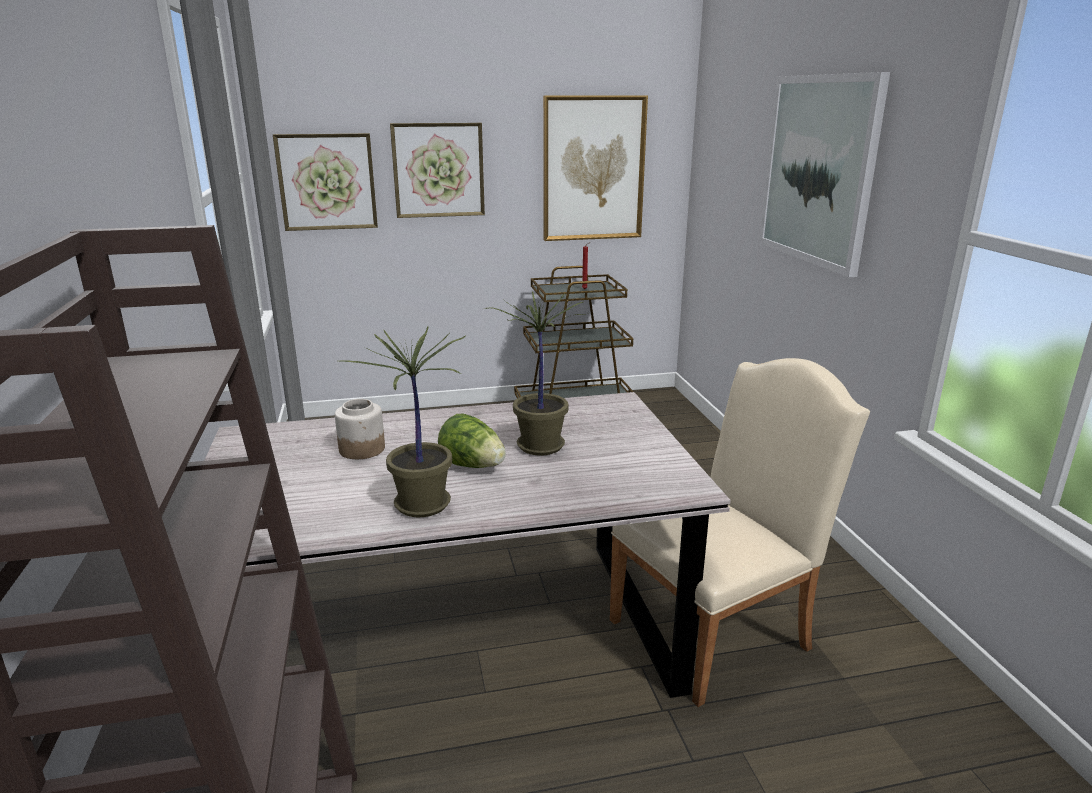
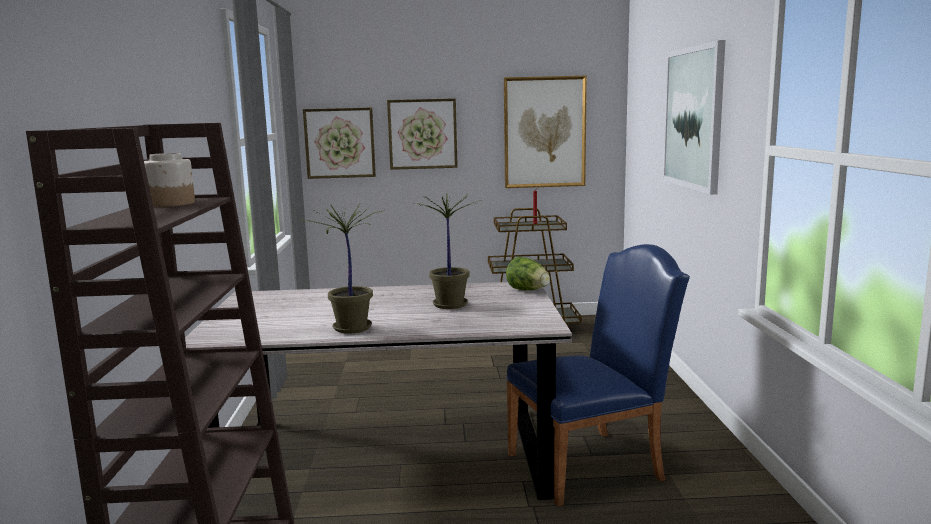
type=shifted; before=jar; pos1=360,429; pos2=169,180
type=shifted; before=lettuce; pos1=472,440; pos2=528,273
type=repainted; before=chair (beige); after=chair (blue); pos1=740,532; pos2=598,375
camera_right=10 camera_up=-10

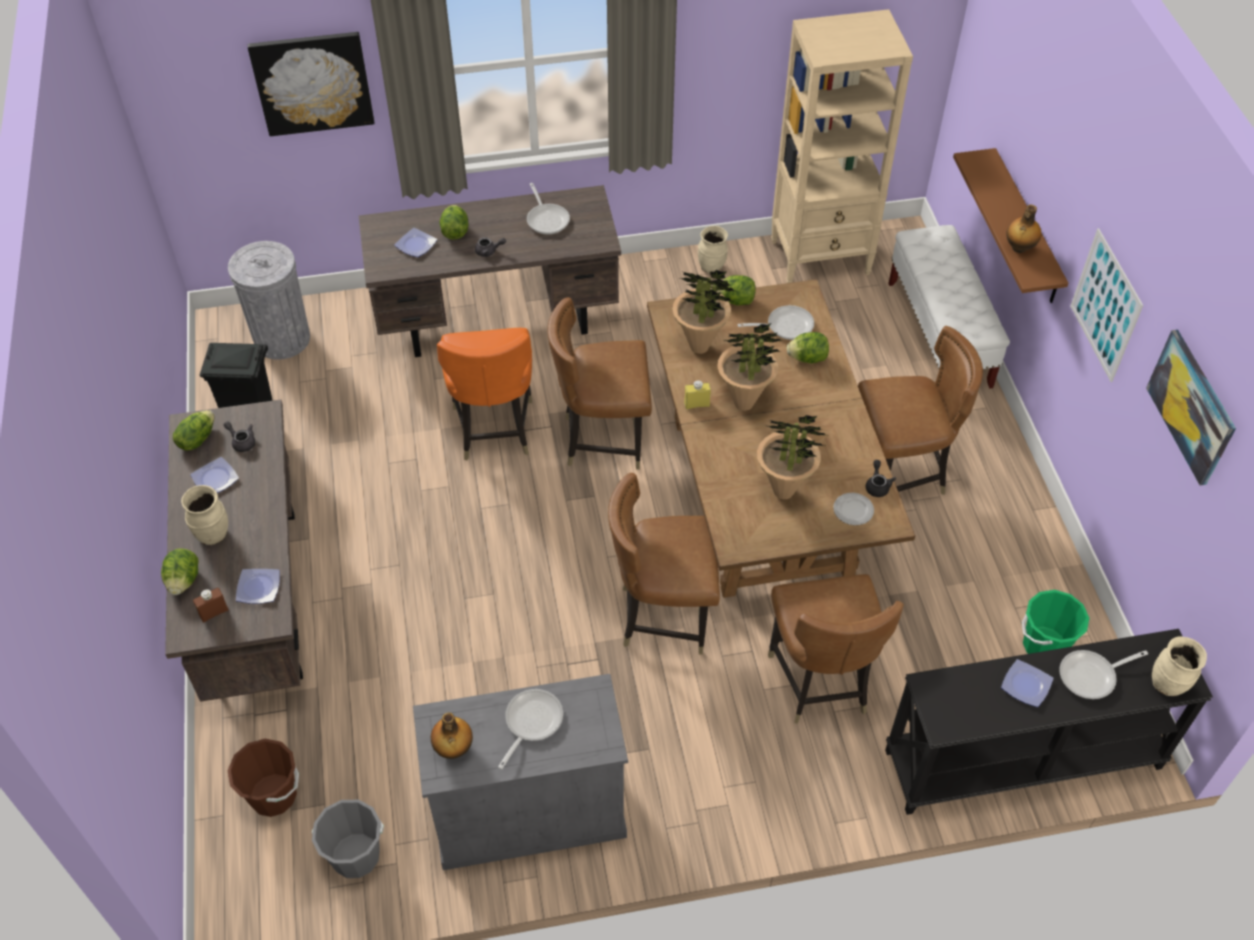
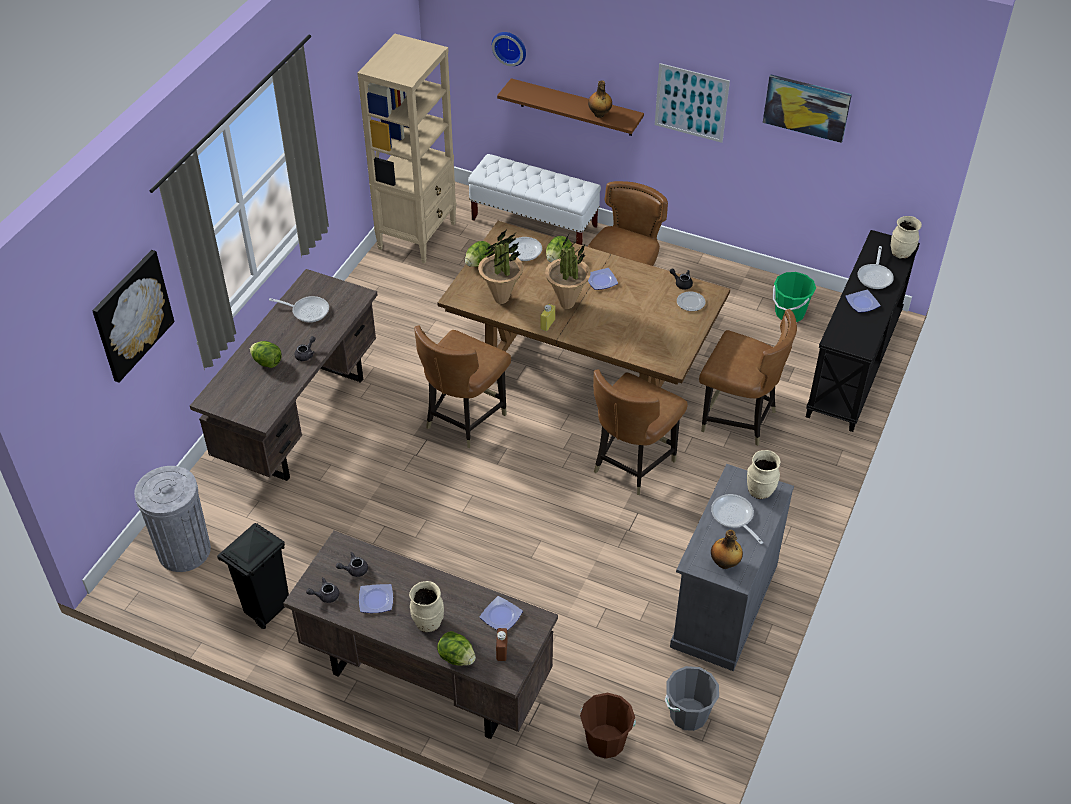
type=swapped; before=lettuce; after=teapot (grey); pos1=194,430; pos2=322,590
type=shifted; before=plate; pos1=415,242; pos2=603,279
type=gone; before=chair (orange); pos1=484,394
type=shifted; before=vase (beige); pos1=713,249; pos2=763,474
type=gone; before=potted plant; pos1=791,457
type=new; after=wall clock; pos2=509,49
camera_right=-55 camera_up=-5

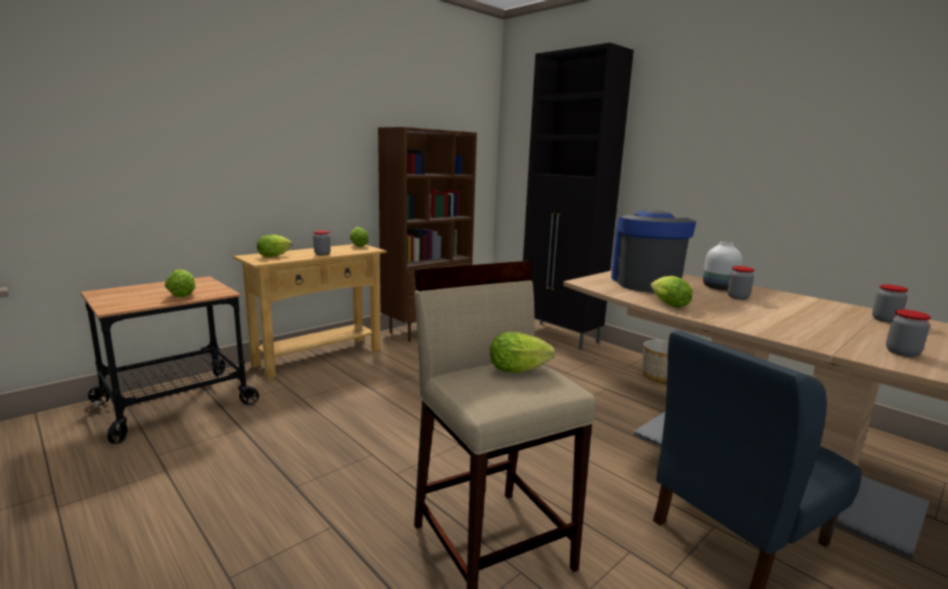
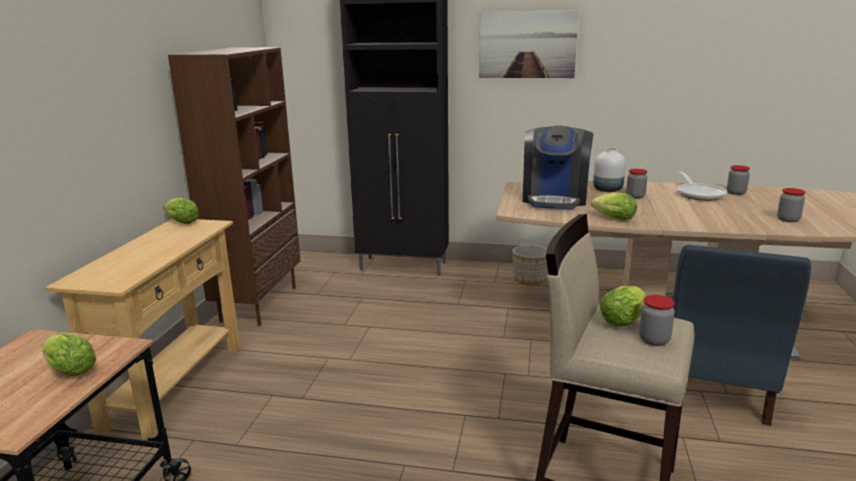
type=gone; before=lettuce; pos1=274,246
type=shifted; before=jar; pos1=322,243; pos2=657,320
type=rotated; before=coffee machine; pos1=653,251; pos2=558,167; turn=-135
type=new; after=picture; pos2=529,44
type=new; after=frying pan; pos2=702,186
camera_right=-35 camera_up=5

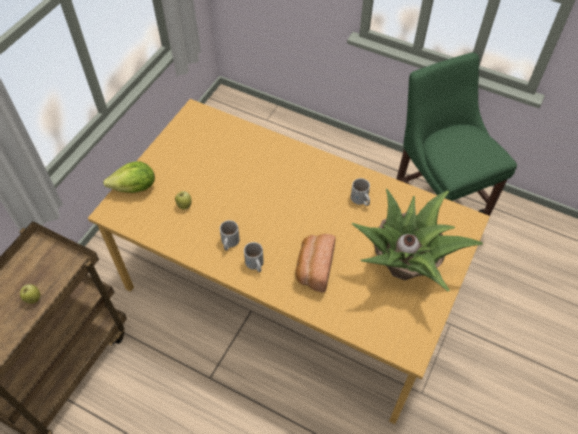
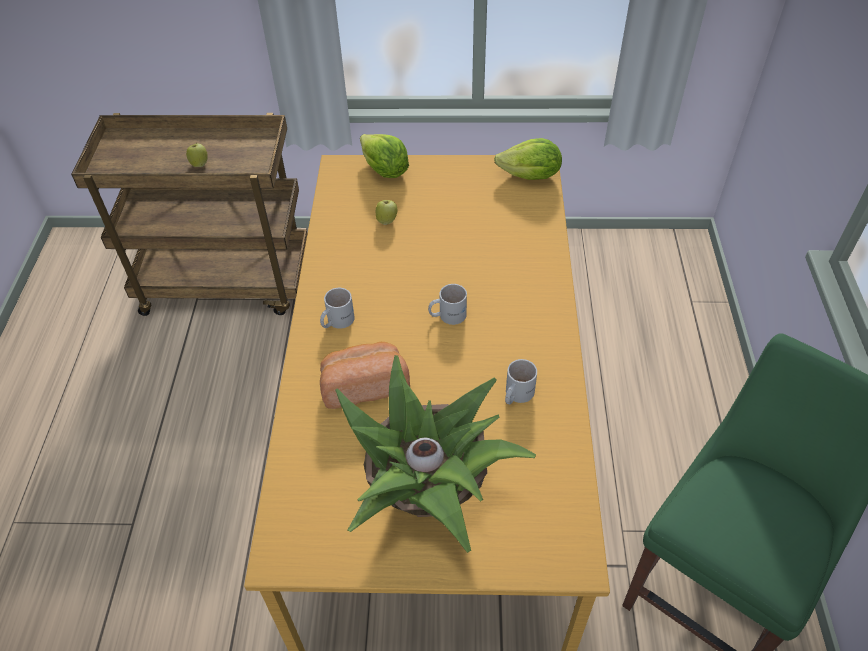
type=shifted; before=mug (white); pos1=230,235; pos2=447,304
type=new; after=lettuce; pos2=528,159
camera_right=65 camera_up=-5

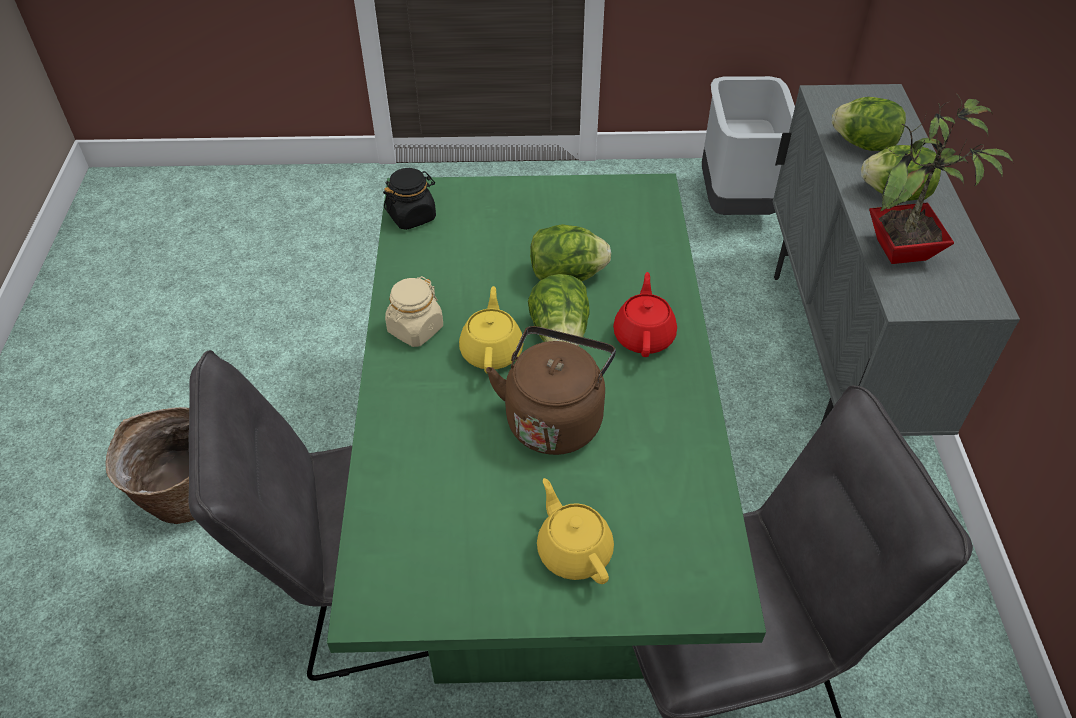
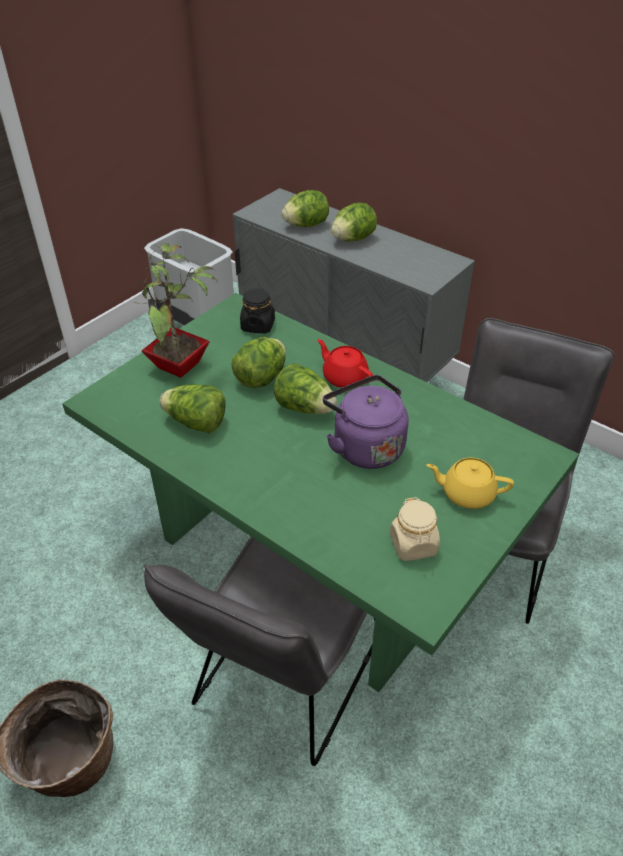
type=shifted; before=jar (black); pos1=409,199; pos2=257,310
type=shifted; before=jar (beige); pos1=414,311; pos2=415,529
type=gone; before=teapot (yellow); pos1=491,329
type=repainted; before=kettle (brown); after=kettle (purple); pos1=551,390; pos2=366,422
type=shifted; before=potted plant; pos1=941,178; pos2=175,310
type=new; after=lettuce; pos2=192,408
camera_right=-50 camera_up=-5

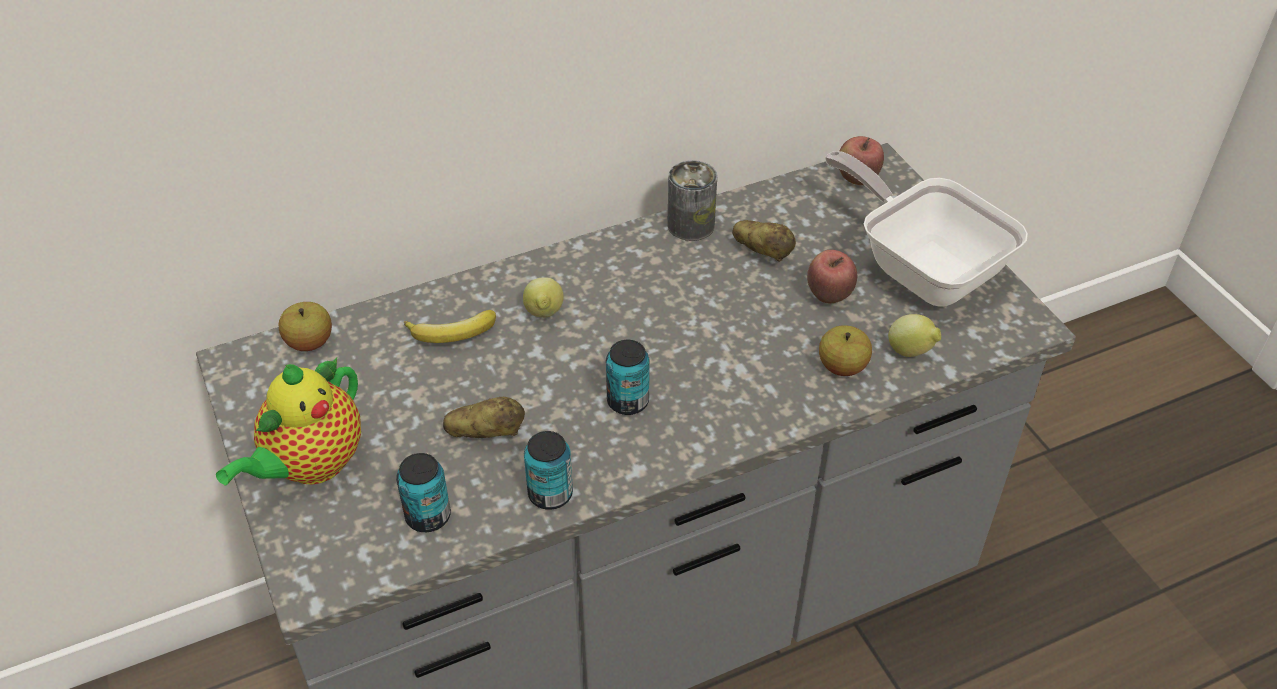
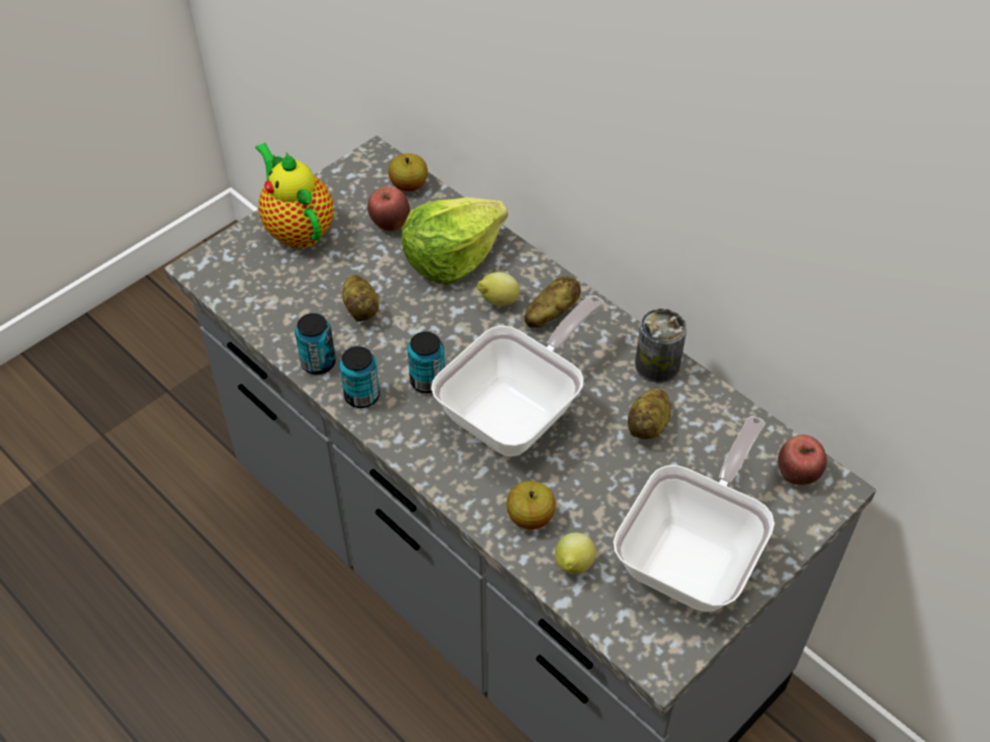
type=rotated; before=teapot; pos1=288,421; pos2=294,196; turn=45
type=shifted; before=can; pos1=423,492; pos2=359,377
type=swapped; before=banana; after=lettuce; pos1=450,326; pos2=455,241
type=shifted; before=apple; pos1=832,276; pos2=388,209
type=new; after=frying pan; pos2=517,376
type=new; after=potato; pos2=552,302
camera_right=70 camera_up=5

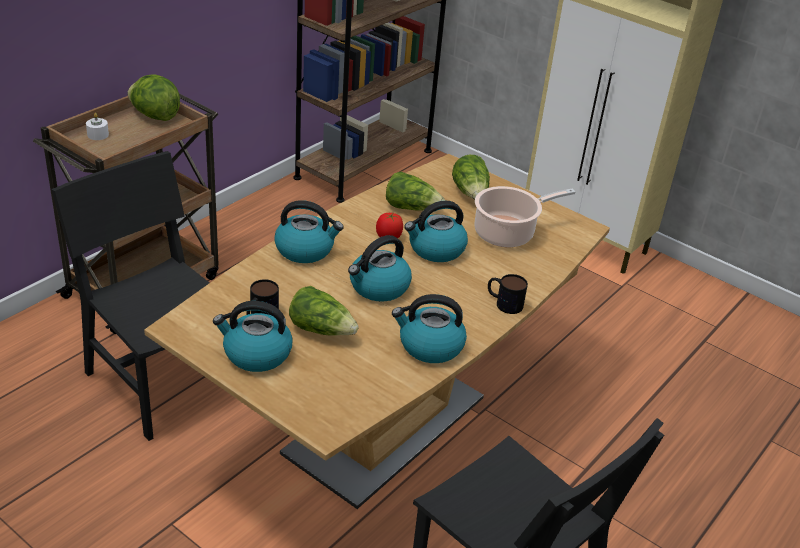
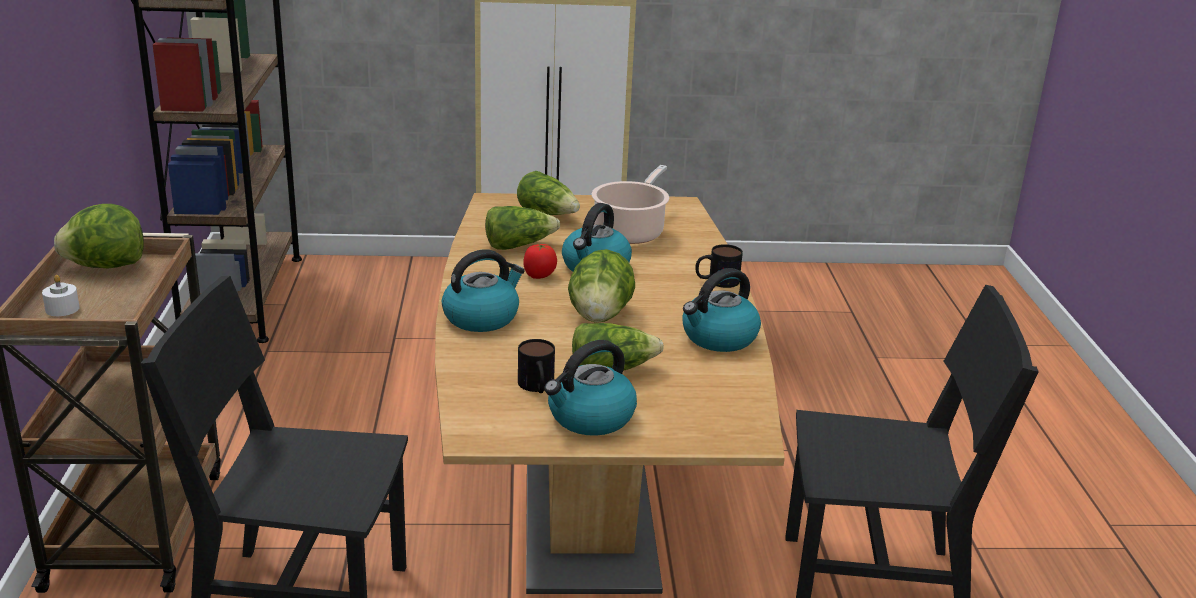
type=swapped; before=kettle; after=lettuce; pos1=380,268; pos2=601,286
camera_right=-40 camera_up=-10

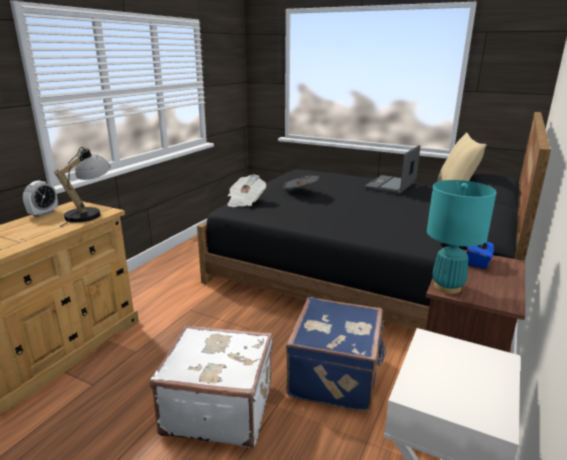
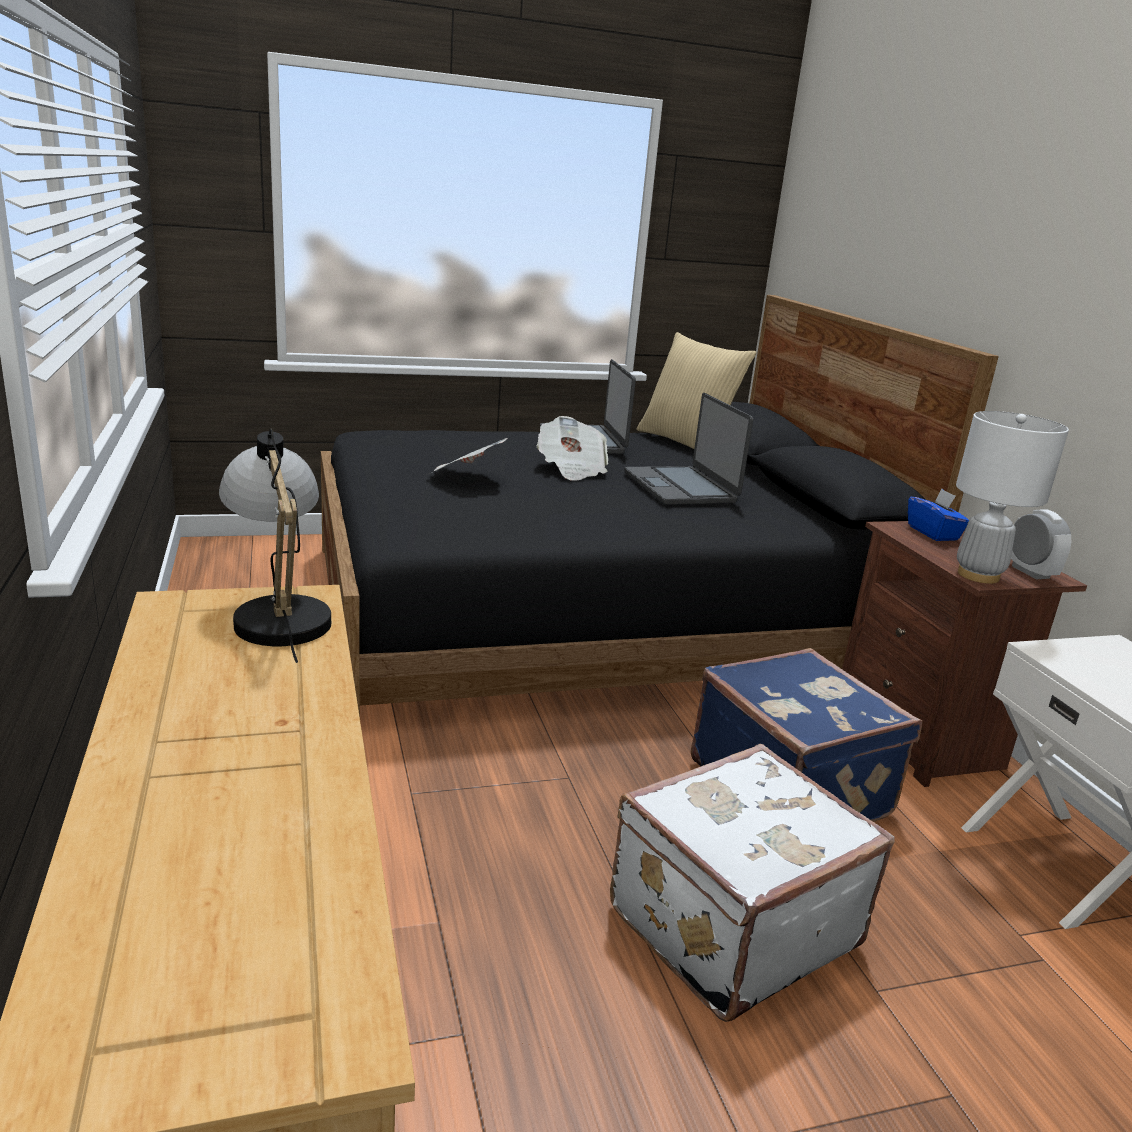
type=shifted; before=alarm clock; pos1=40,198; pos2=1041,544
type=shifted; before=newspaper; pos1=246,191; pos2=572,448
type=repainted; before=table lamp (turquoise); after=table lamp (white); pos1=462,237; pos2=1012,497
type=new; after=laptop; pos2=688,449
camera_right=-45 camera_up=0

